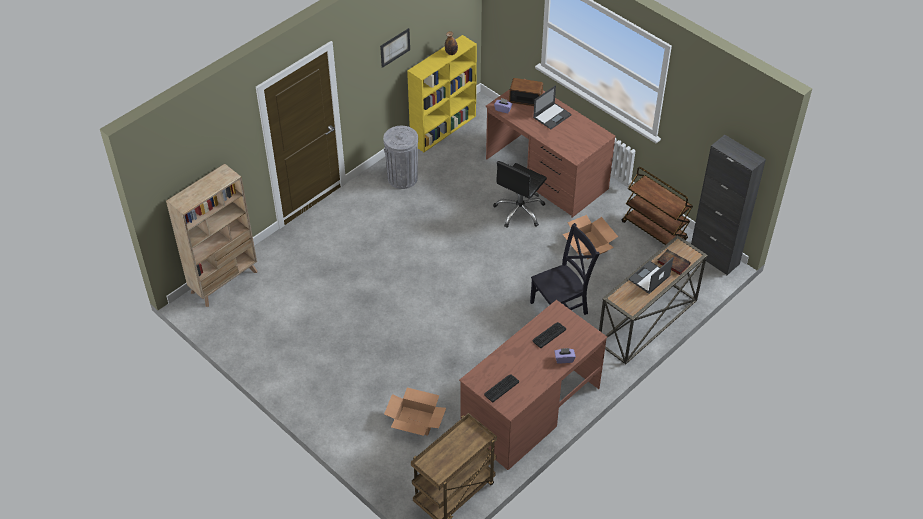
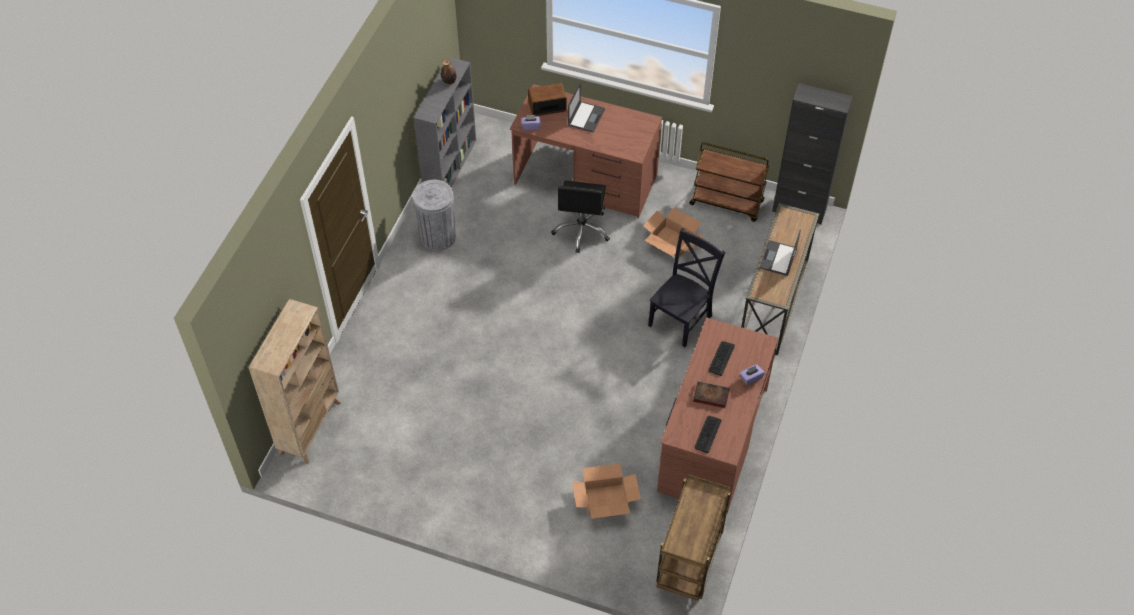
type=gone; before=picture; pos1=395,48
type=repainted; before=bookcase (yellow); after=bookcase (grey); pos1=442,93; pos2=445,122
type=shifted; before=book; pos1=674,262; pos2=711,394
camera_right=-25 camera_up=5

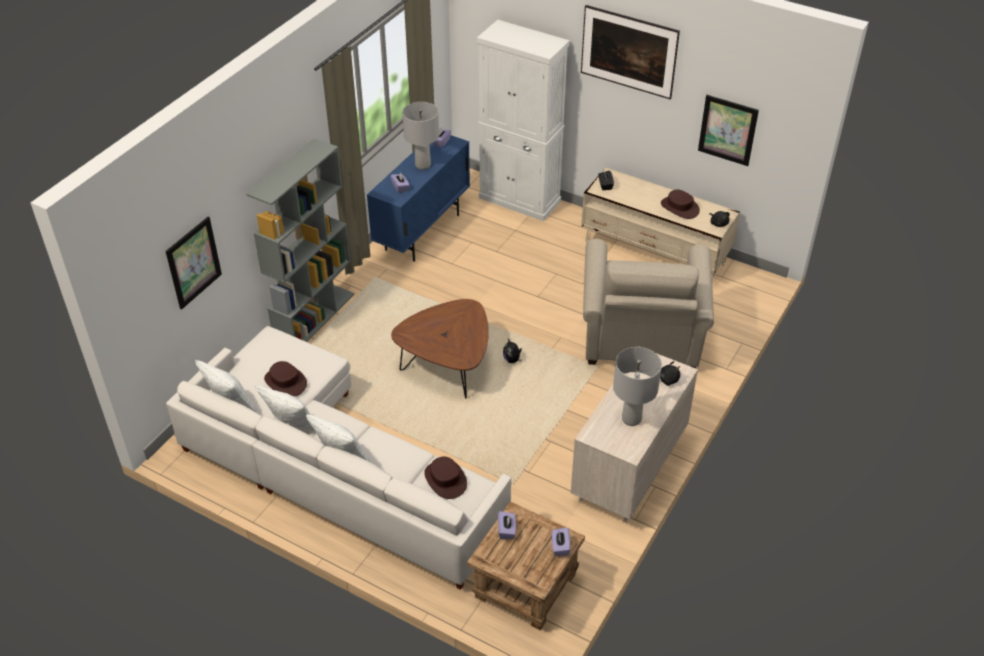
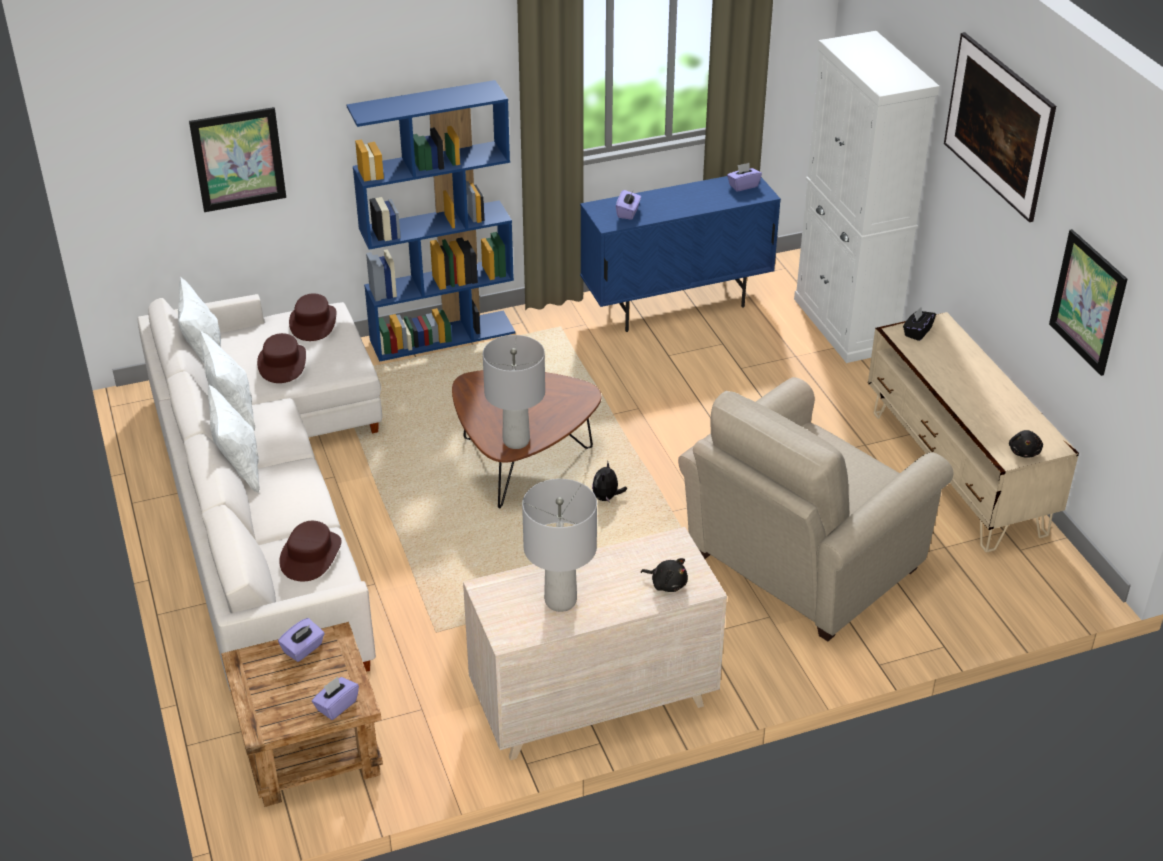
type=repainted; before=bookcase (grey); after=bookcase (blue); pos1=300,240; pos2=430,221
type=shifted; before=table lamp (grey); pos1=420,136; pos2=514,392
type=shifted; before=hat (brown); pos1=680,204; pos2=313,317
camera_right=40 camera_up=-5

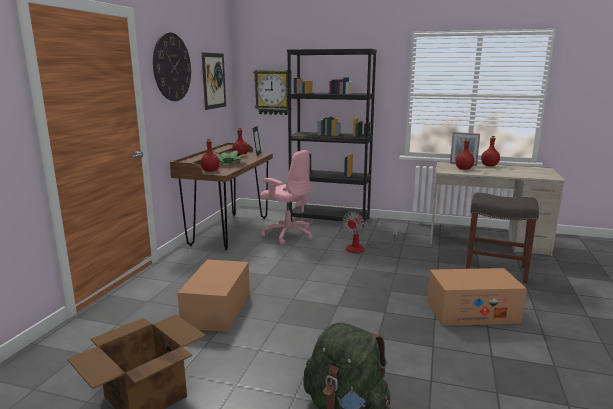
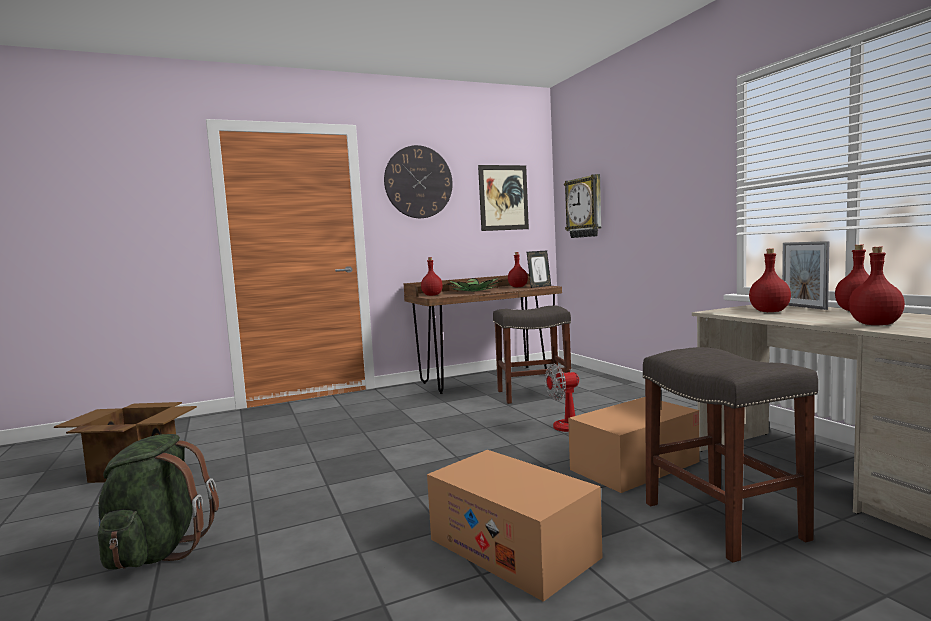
type=shifted; before=cardboard box; pos1=213,295; pos2=634,445
type=swapped; before=office chair (pink); after=stool (grey); pos1=286,197; pos2=532,355
type=gone; before=bookcase (black); pos1=332,138
type=new; after=bottle (red); pos2=876,286
camera_right=50 camera_up=-10

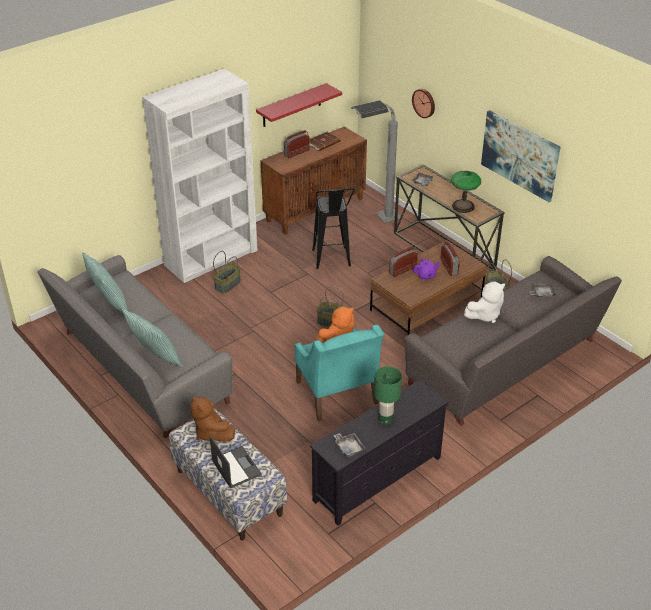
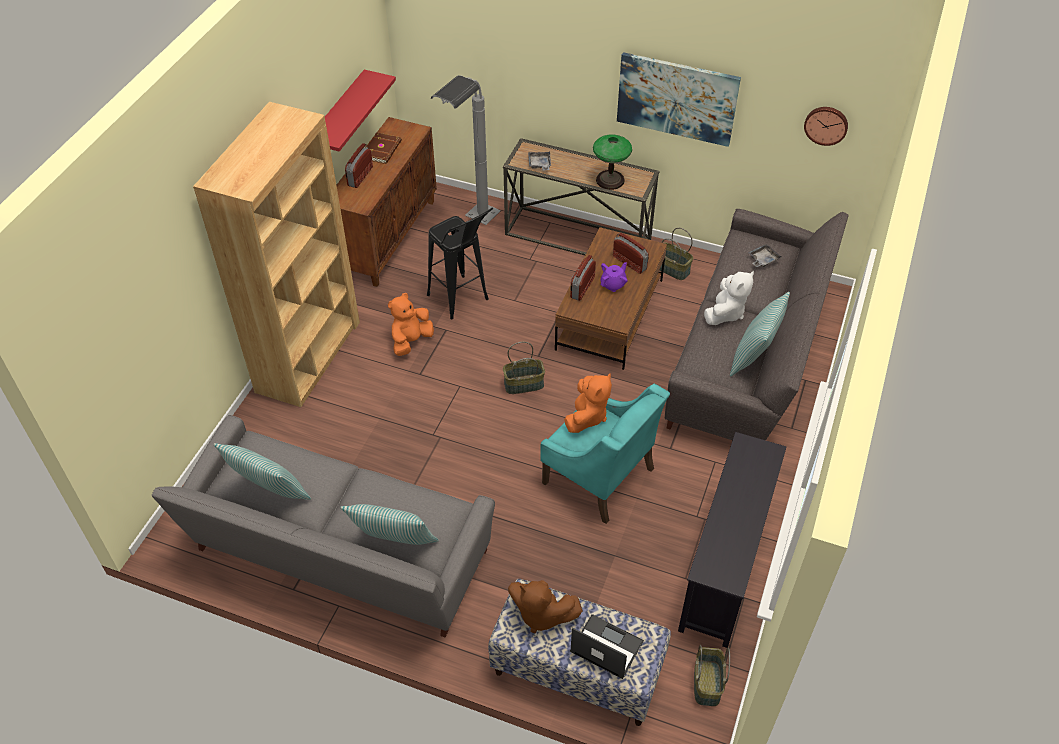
type=repainted; before=bookcase (white); after=bookcase (brown); pos1=200,176; pos2=276,254
type=shifted; before=basket; pos1=227,272; pos2=712,675
type=gone; before=tray (grey); pos1=349,445
type=gone; before=table lamp (green); pos1=388,395
type=shifted; before=wall clock; pos1=423,103; pos2=826,126
type=new; after=plush toy (orange); pos2=411,324
type=new; after=pillow; pos2=760,334
camera_right=-30 camera_up=10

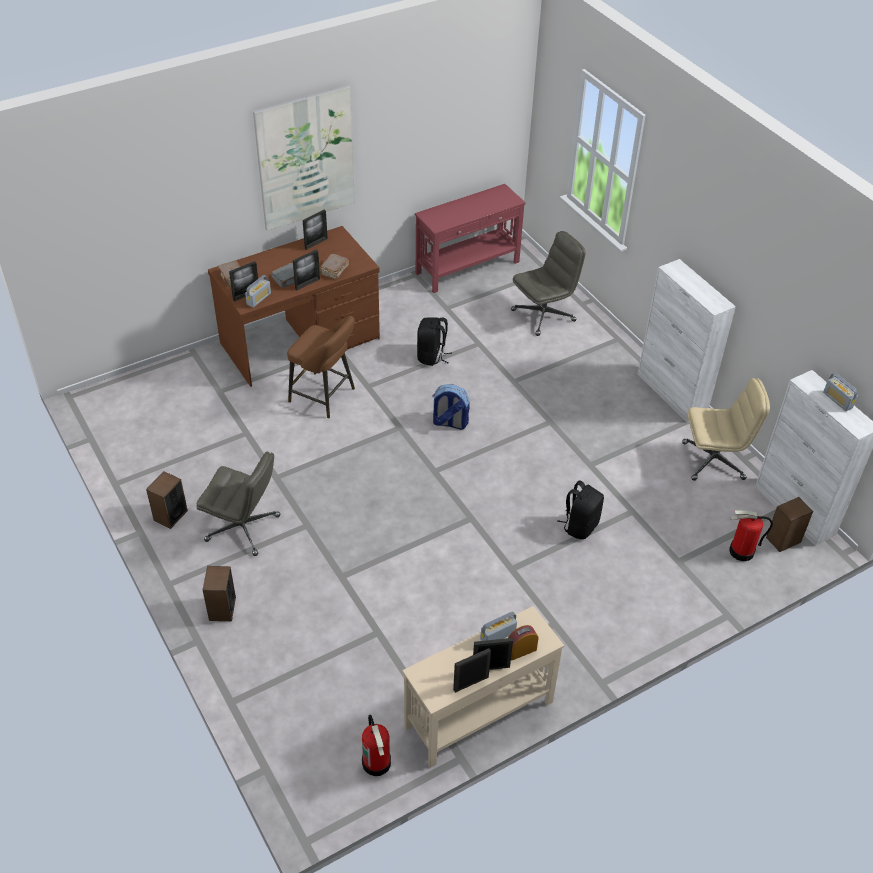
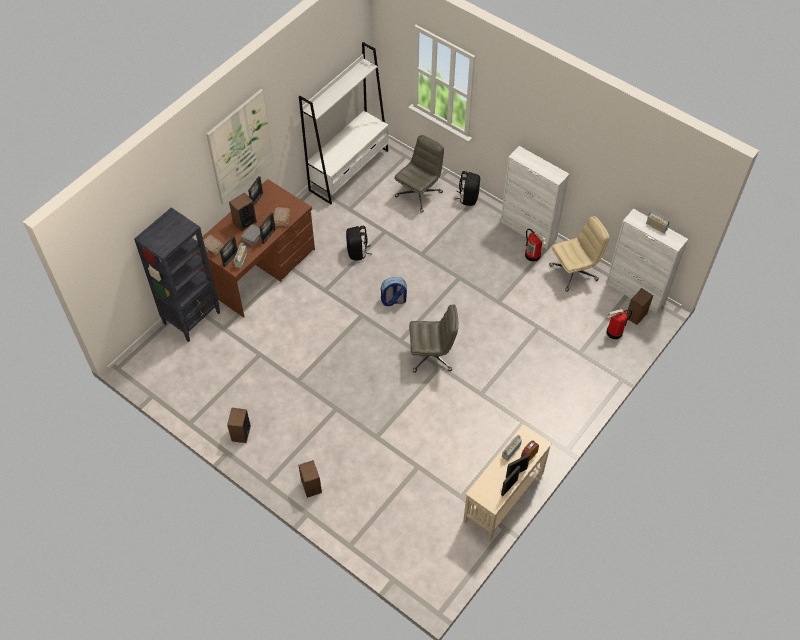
type=shifted; before=office chair (grey); pos1=238,504; pos2=433,338
type=gone; before=stool (brown); pos1=321,367
type=shifted; before=fire extinguisher; pos1=376,745; pos2=536,245
type=swapped; before=console table (red); after=bookcase (white); pos1=470,238; pos2=344,123
type=shifted; before=backpack (black); pos1=580,509; pos2=468,188
type=new; after=bookcase (black); pos2=177,274
type=new; after=speaker; pos2=243,212
camera_right=-20 camera_up=10

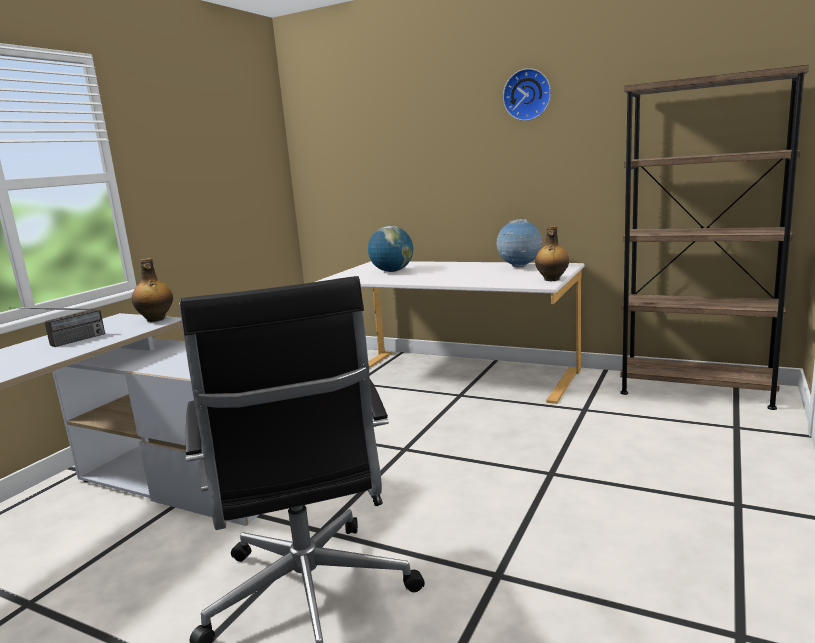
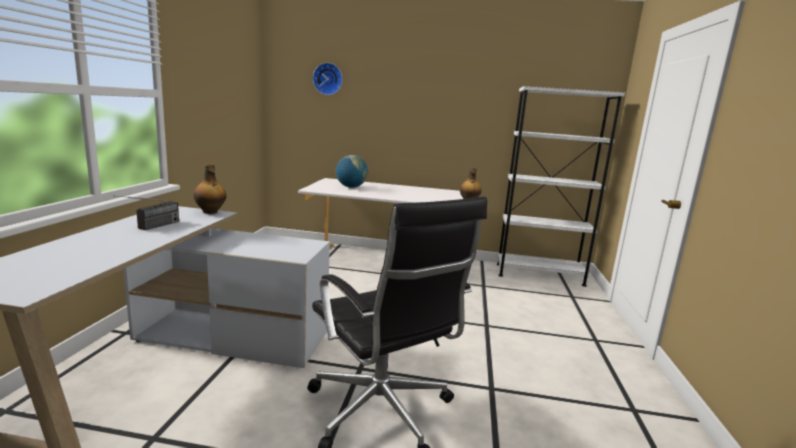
type=gone; before=globe; pos1=519,243
type=shifted; before=wall clock; pos1=527,94; pos2=328,79
type=repainted; before=bookcase (brown); after=bookcase (white); pos1=714,237; pos2=561,186
camera_right=-20 camera_up=0

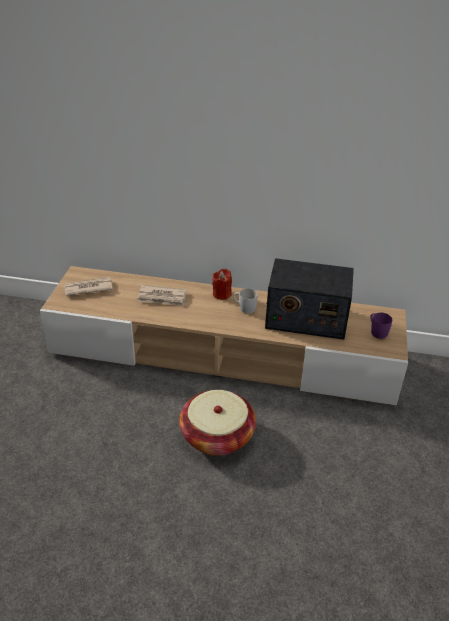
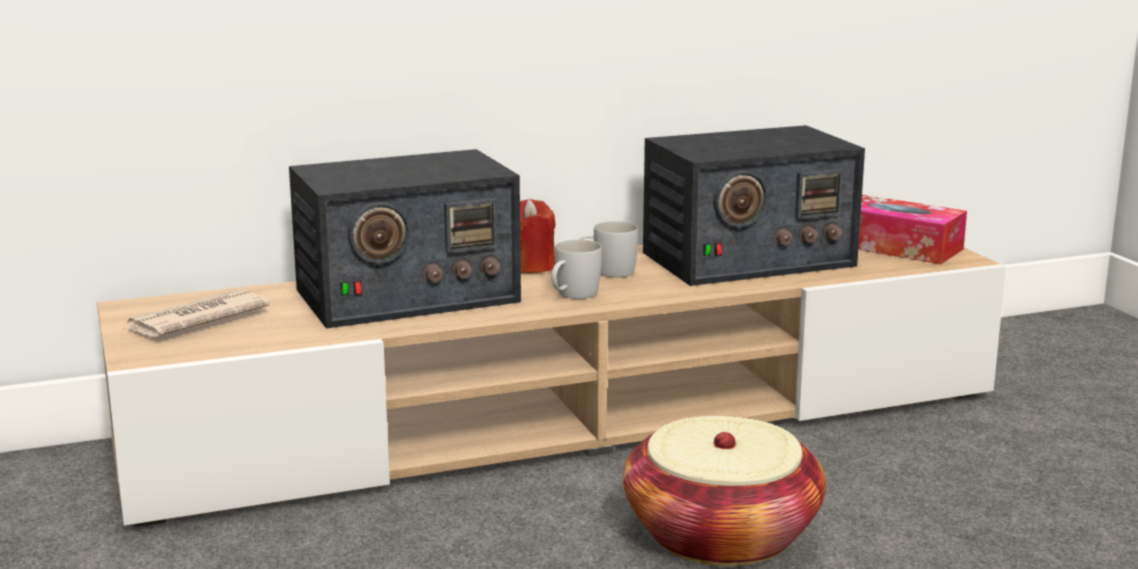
type=swapped; before=newspaper; after=radio; pos1=161,295; pos2=405,238
type=swapped; before=mug (purple); after=tissue box; pos1=381,326; pos2=912,229
type=new; after=mug (white); pos2=576,269
camera_right=-30 camera_up=-20

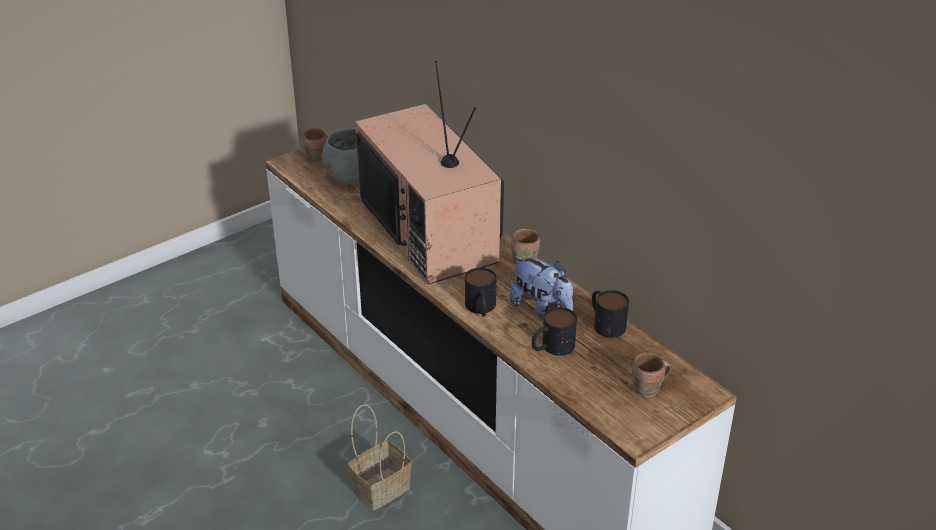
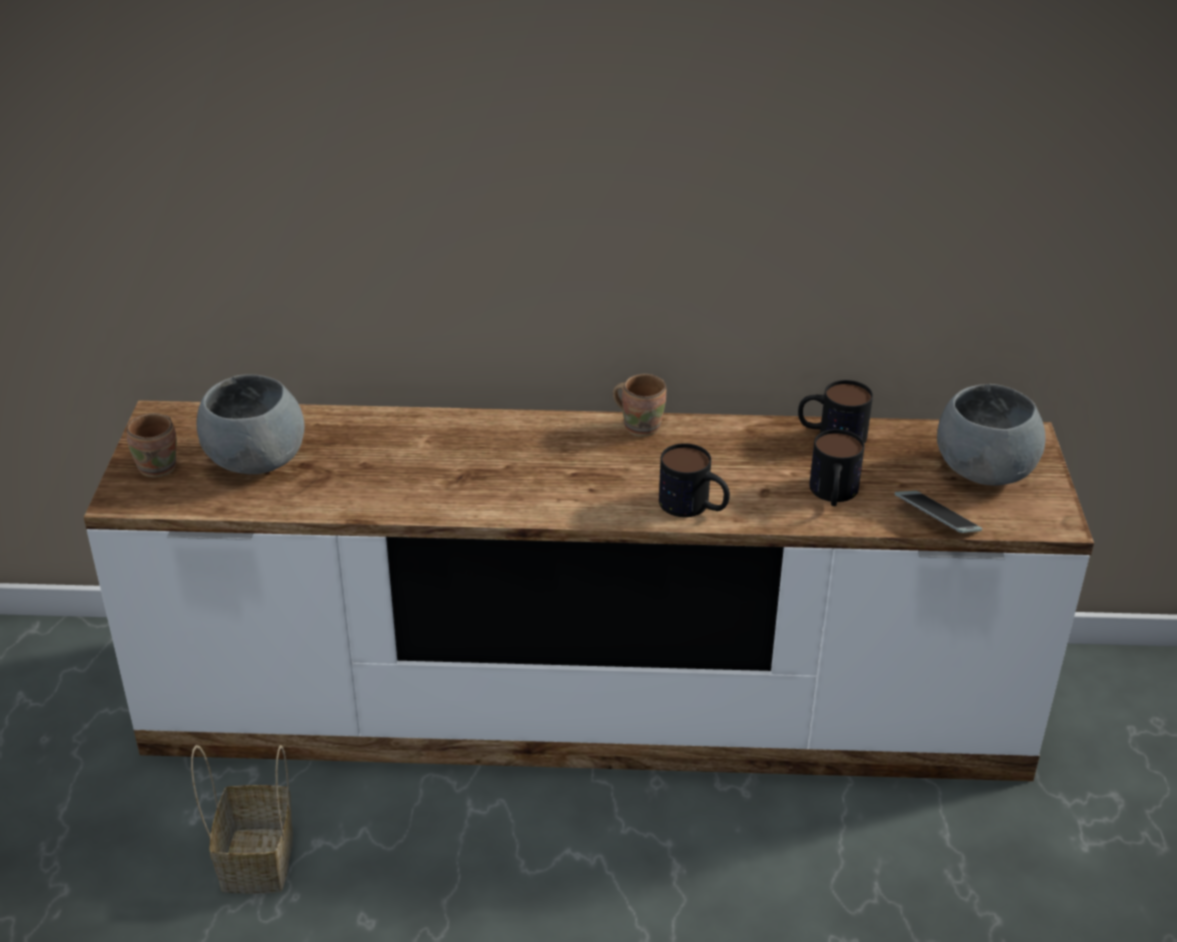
type=shifted; before=basket; pos1=380,457; pos2=242,819
type=gone; before=television; pos1=429,172
type=gone; before=plush toy; pos1=541,287
type=swapped; before=mug (brown); after=bowl (grey); pos1=652,375; pos2=991,434
type=new; after=phone; pos2=938,512
camera_right=-50 camera_up=0

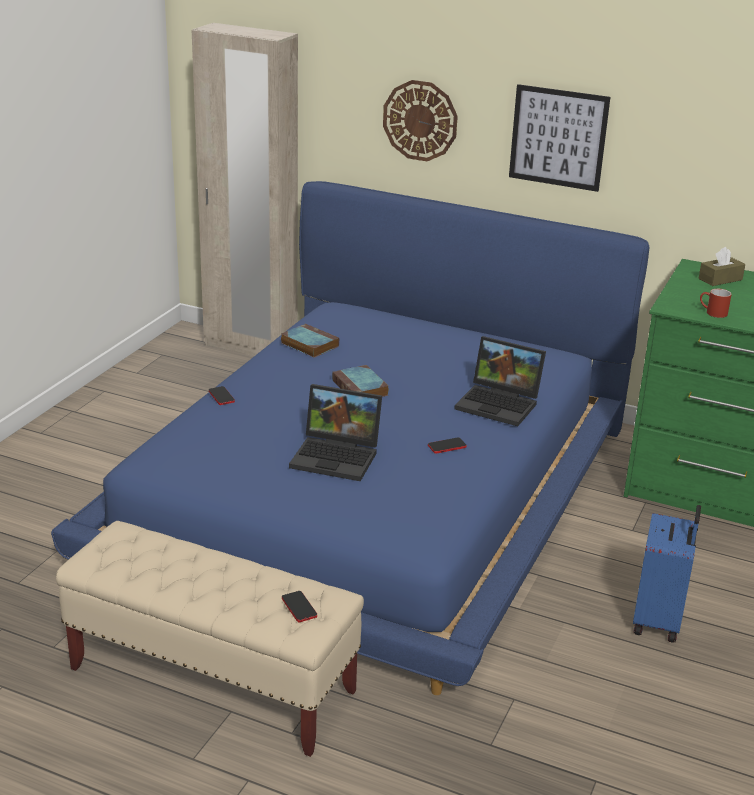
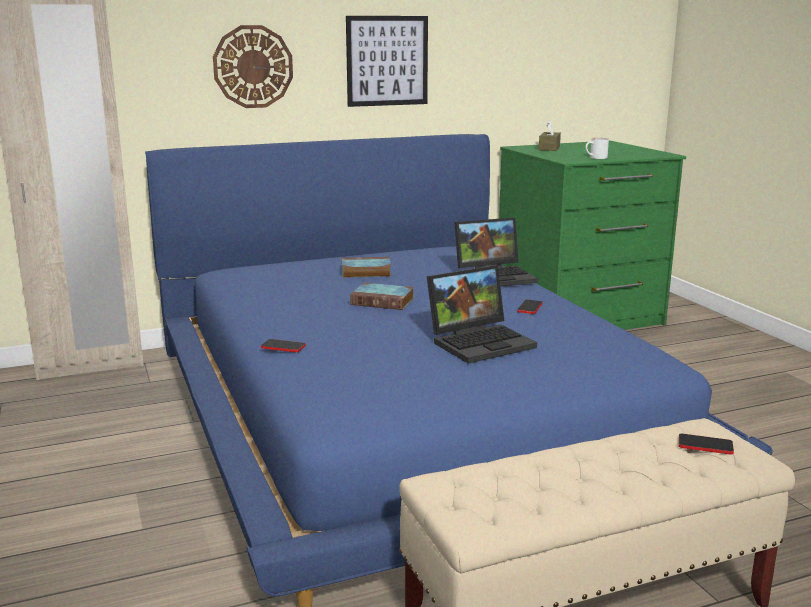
type=shifted; before=book; pos1=310,341; pos2=366,267
type=gone; before=suitcase (blue); pos1=667,574
type=repainted; before=mug (red); after=mug (white); pos1=716,303; pos2=597,148
camera_right=-45 camera_up=-10

